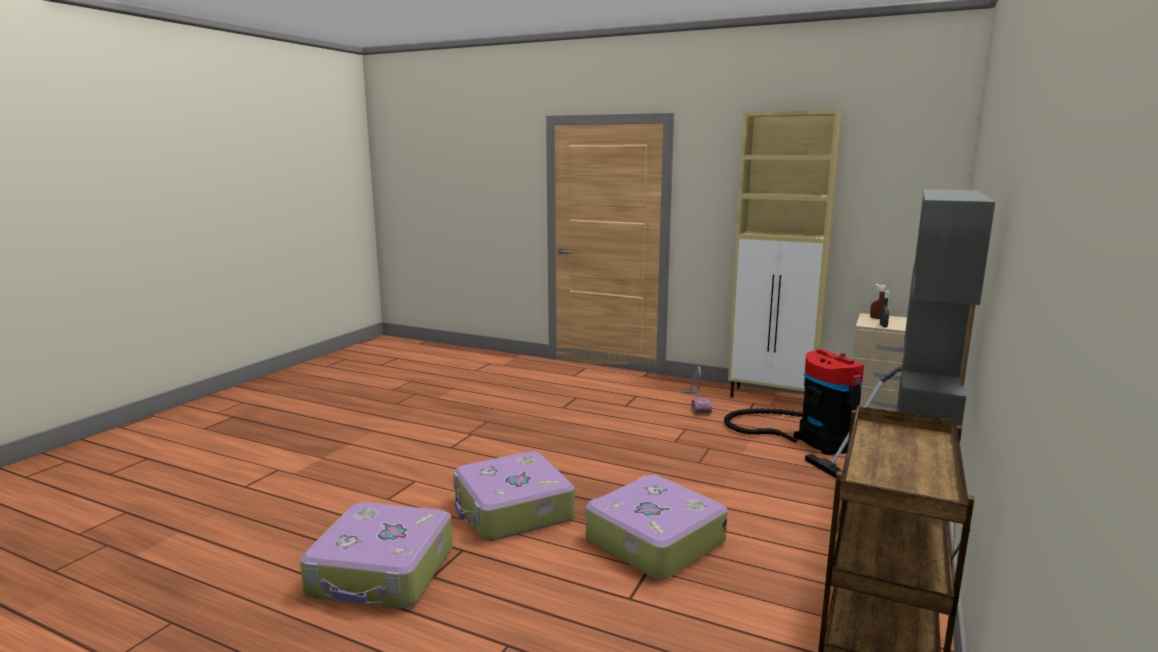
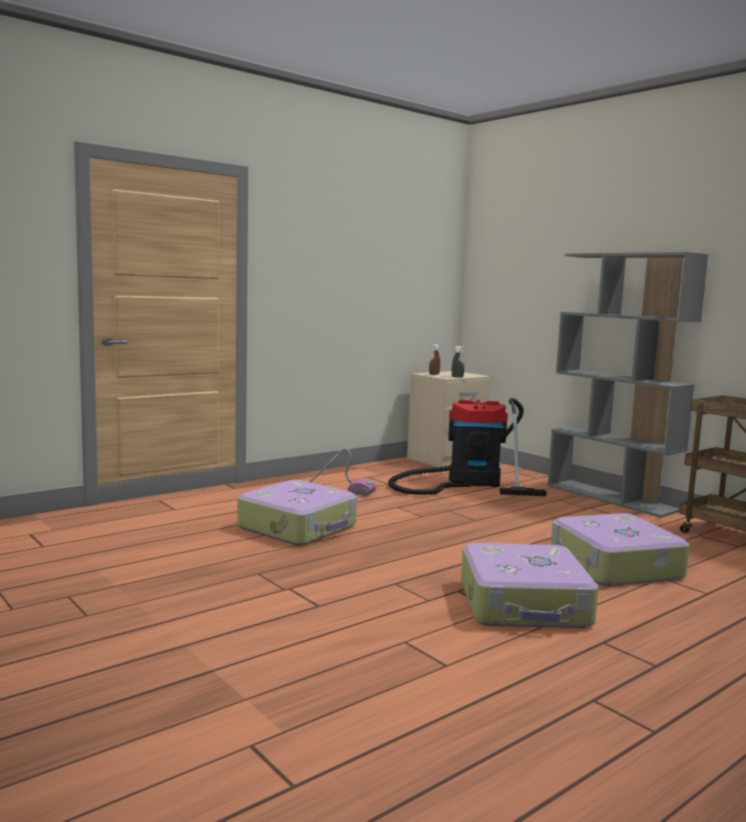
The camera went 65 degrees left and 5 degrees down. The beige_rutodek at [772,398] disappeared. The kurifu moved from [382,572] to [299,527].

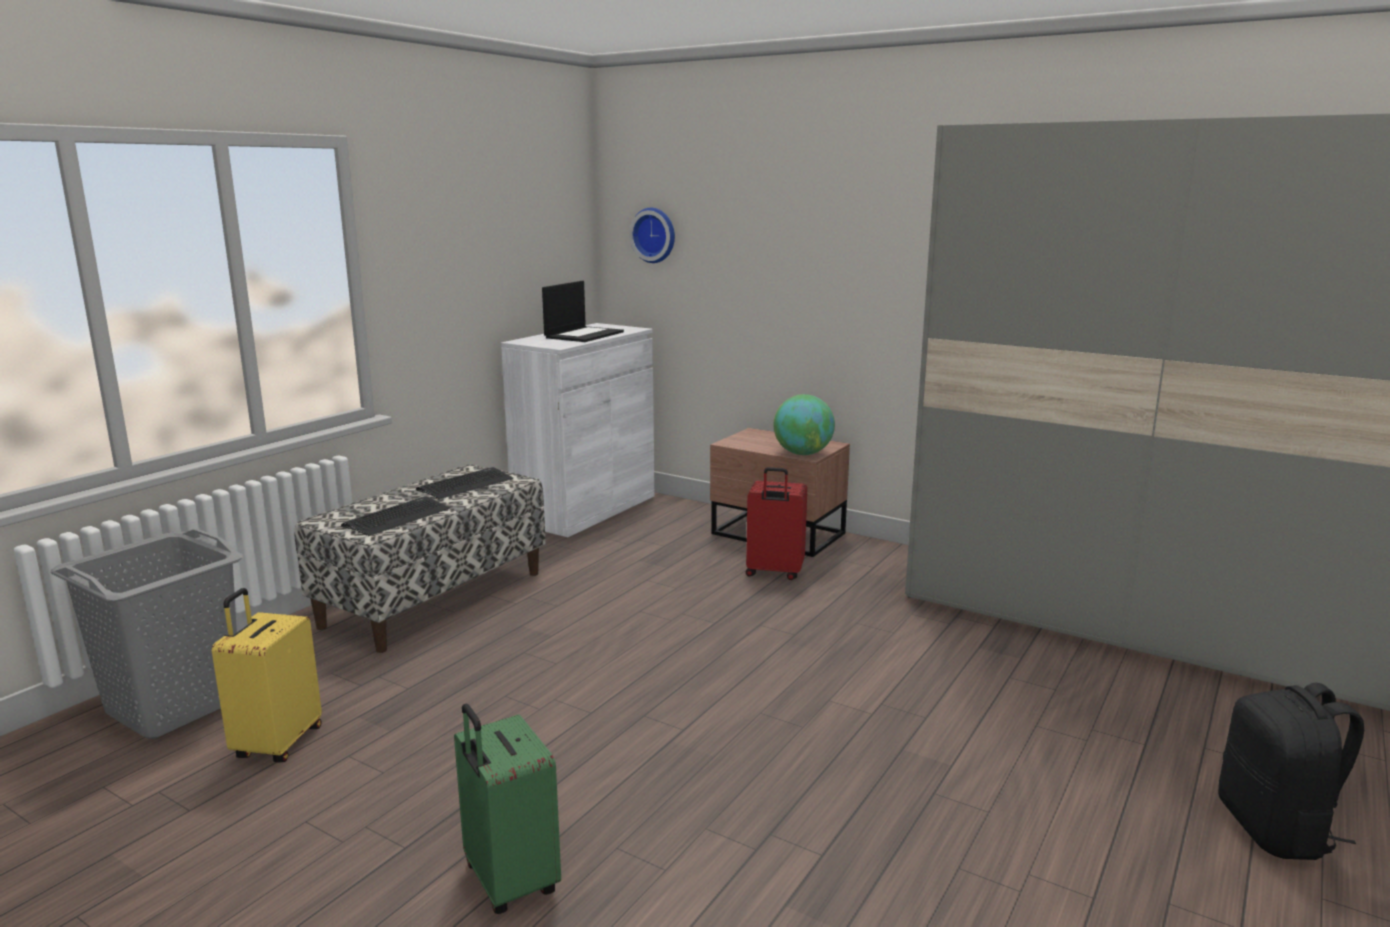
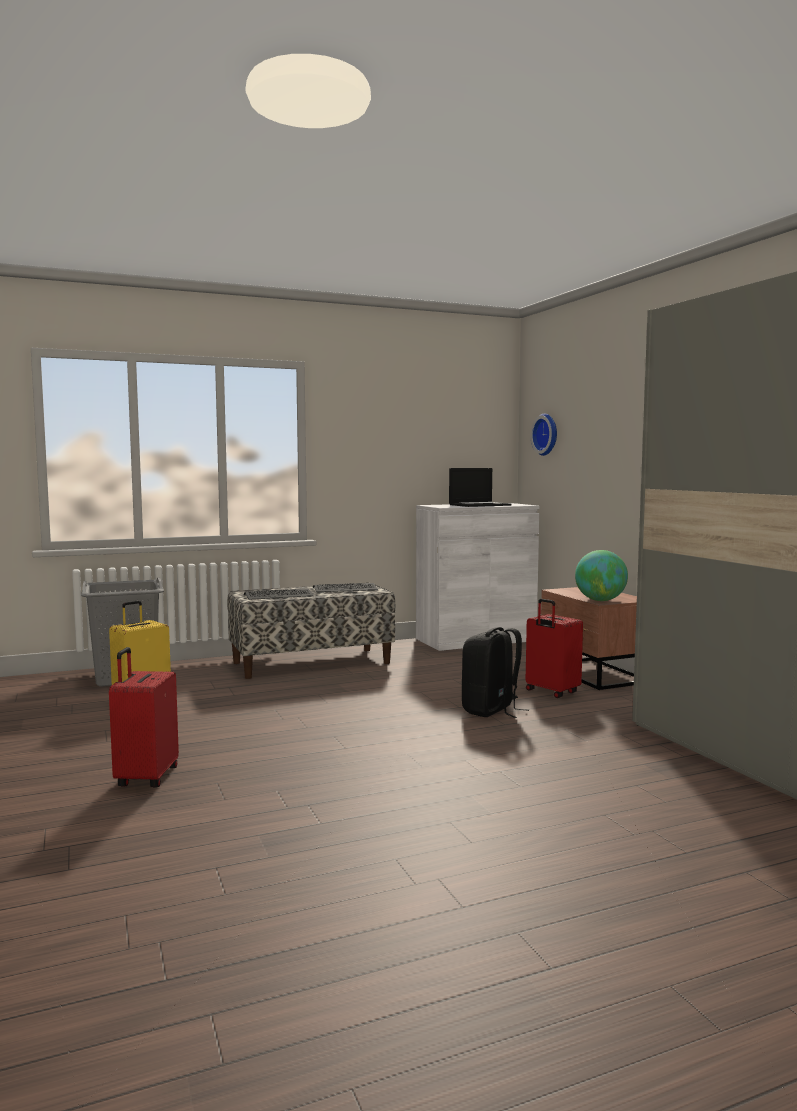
The camera went 35 degrees right and 10 degrees down. The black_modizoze moved from [1276,830] to [491,710]. The green_kurifu at [508,881] became the red_kurifu at [145,777].

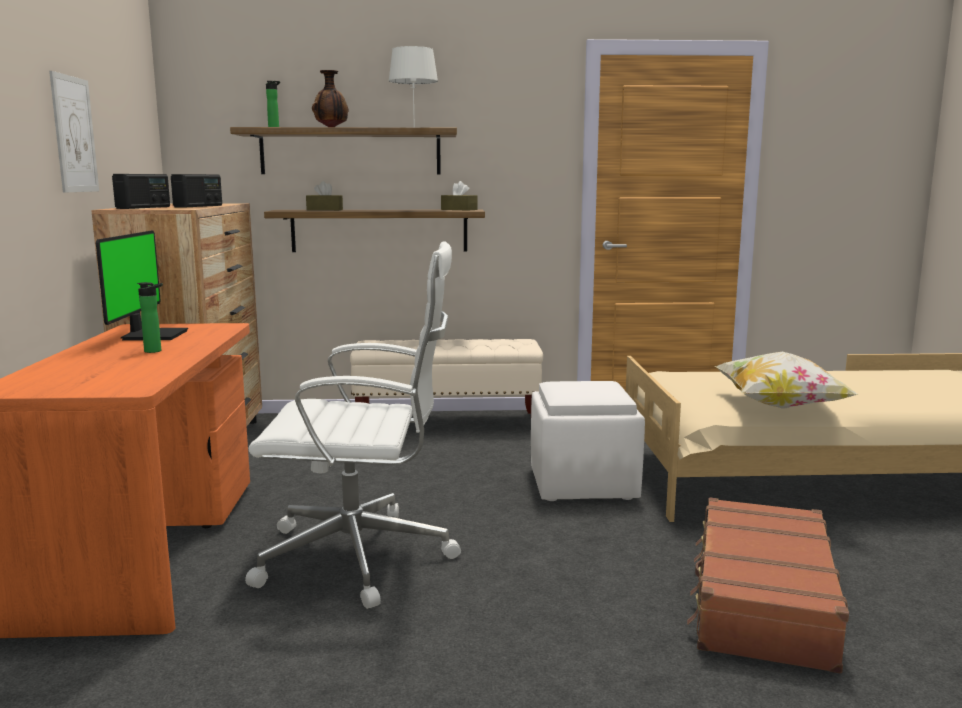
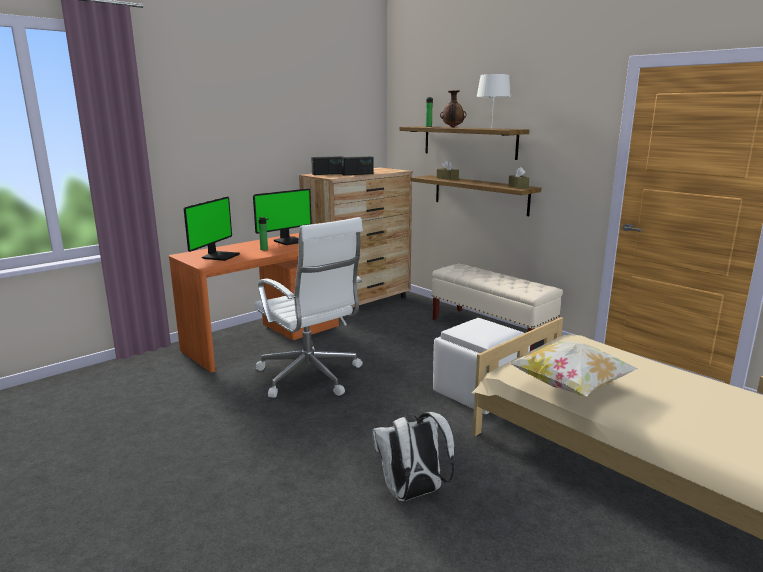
The camera went 50 degrees right and 5 degrees up. The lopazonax at [74,134] disappeared. The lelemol at [219,256] appeared. The brown_kurifu at [761,600] was replaced by the white_modizoze at [412,494].

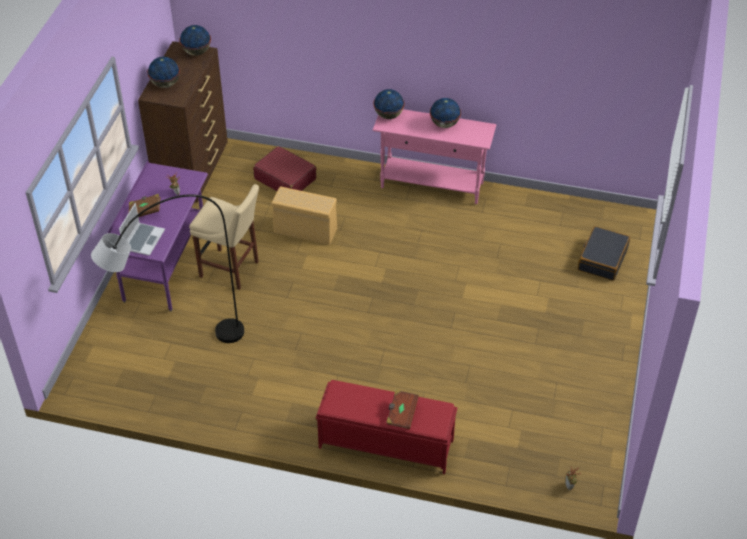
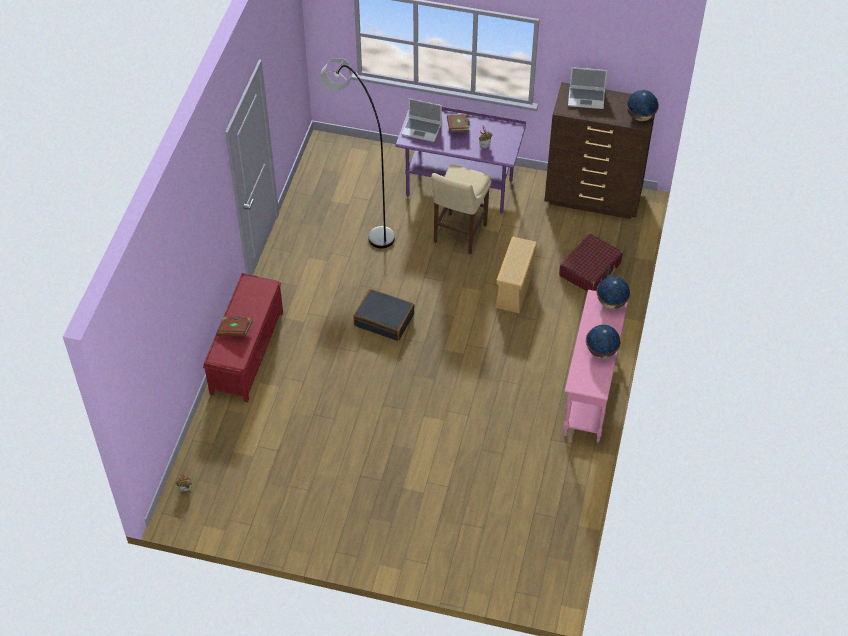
The camera went 90 degrees right and 5 degrees up. The black_kurifu moved from [602,259] to [384,320]. The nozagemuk at [165,84] was replaced by the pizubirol at [586,98].

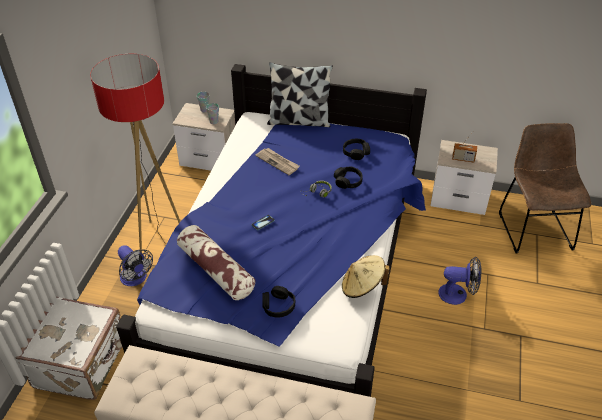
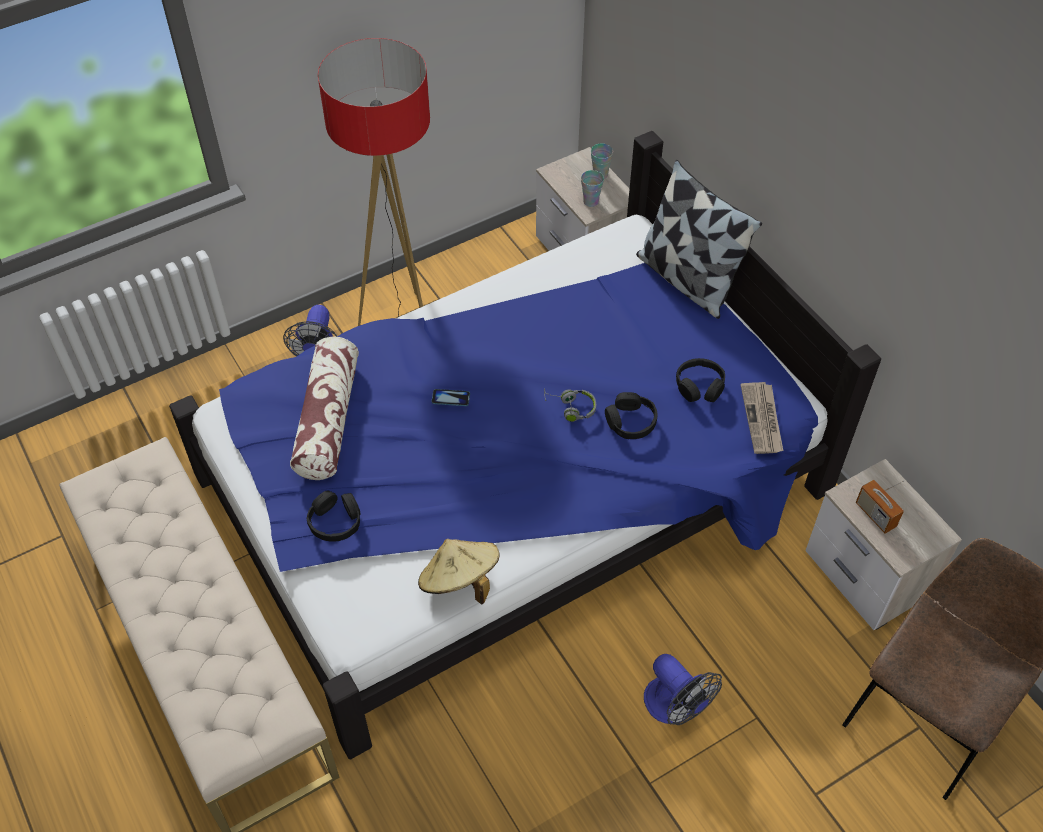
The camera went 45 degrees right and 10 degrees up. The white_kurifu at [82,363] disappeared. The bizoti moved from [278,162] to [762,420].

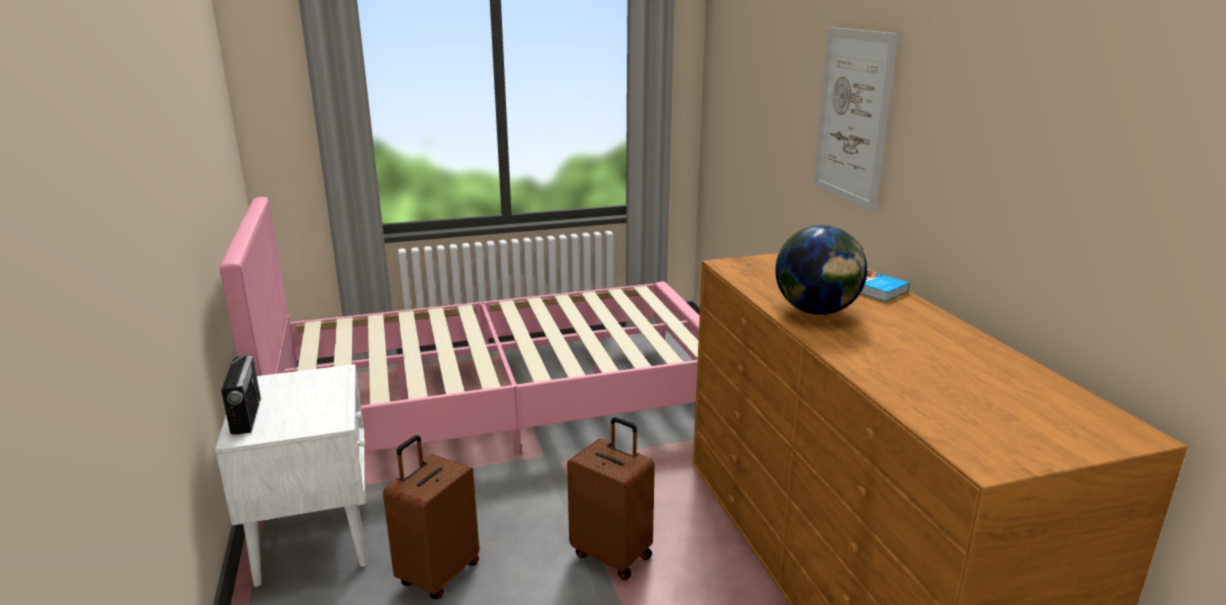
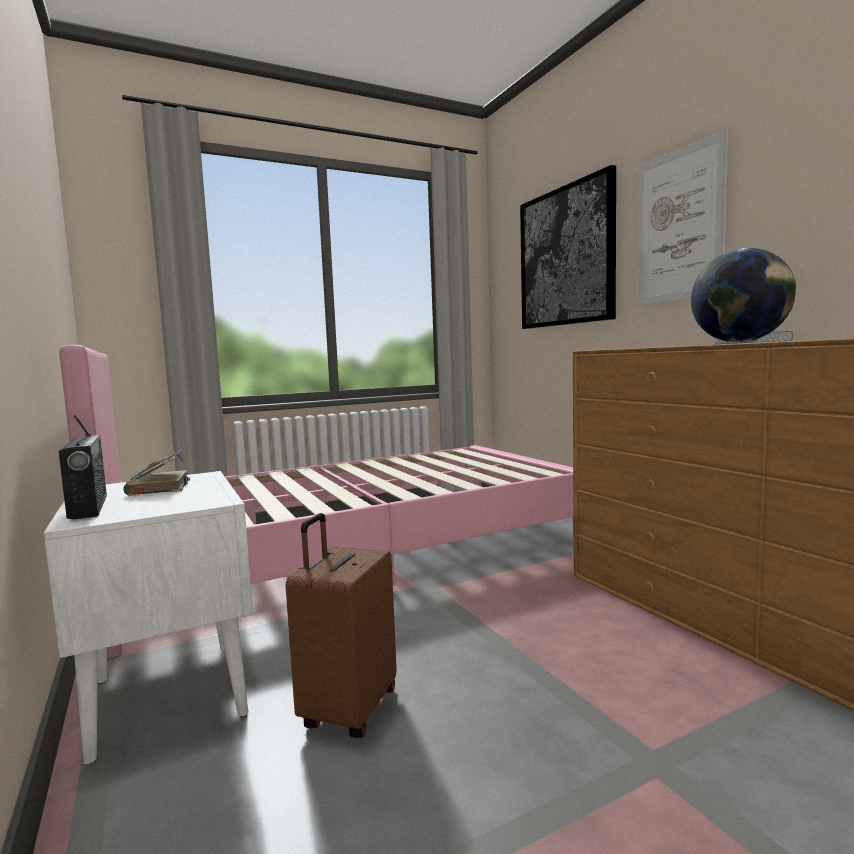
The camera went 10 degrees left and 15 degrees down. The brown_kurifu at [613,554] disappeared. The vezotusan at [159,487] appeared. The lopazonax at [566,257] appeared.

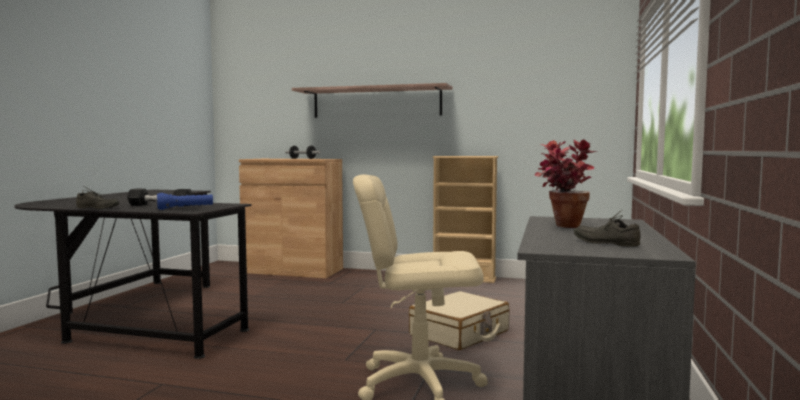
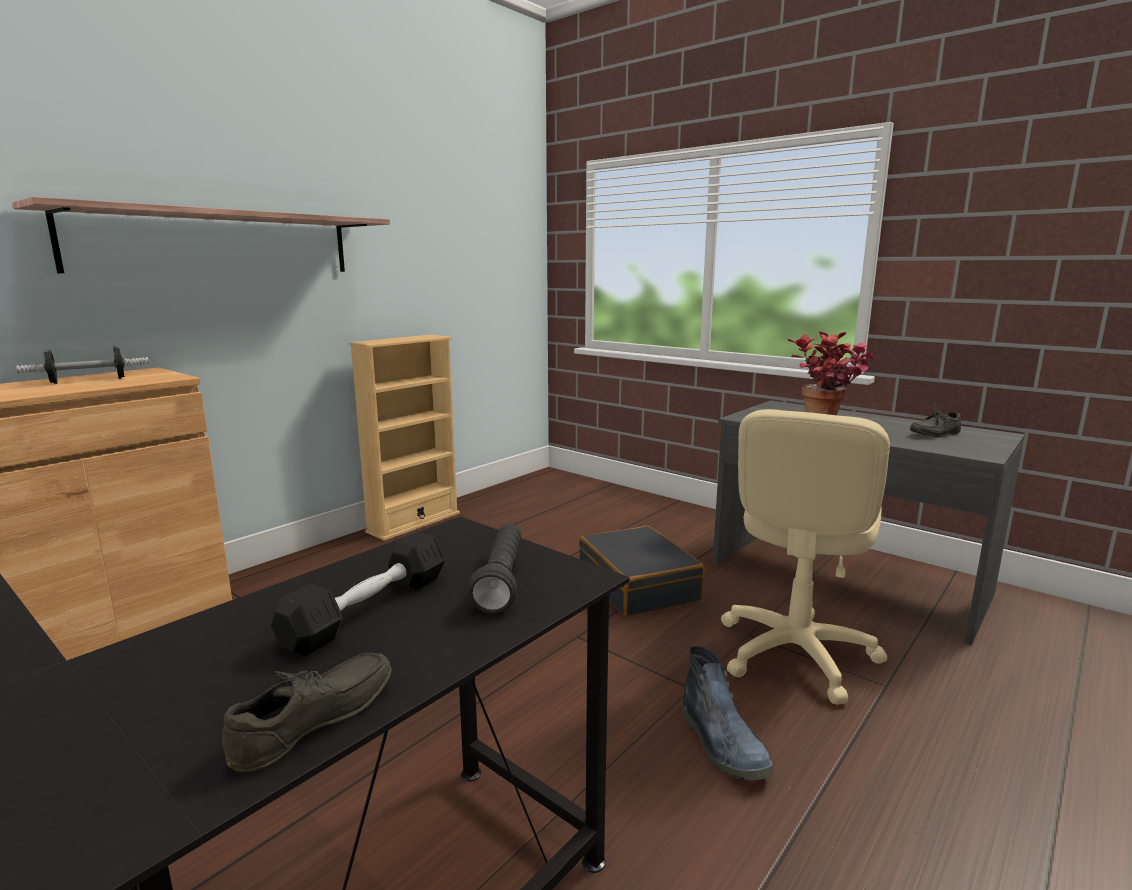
The camera went 65 degrees left and 10 degrees up. The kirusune at [724,746] appeared. The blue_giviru at [185,208] became the black_giviru at [501,581]. The beige_kurifu at [460,333] became the black_kurifu at [638,585].

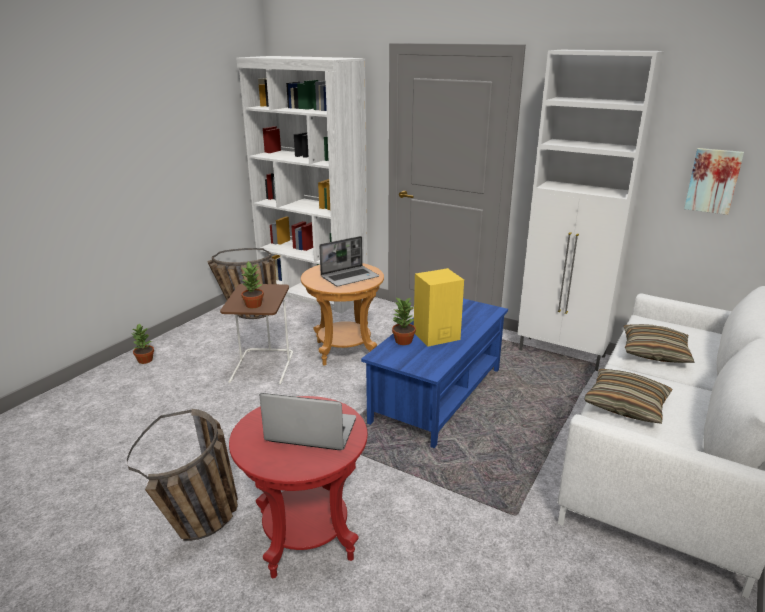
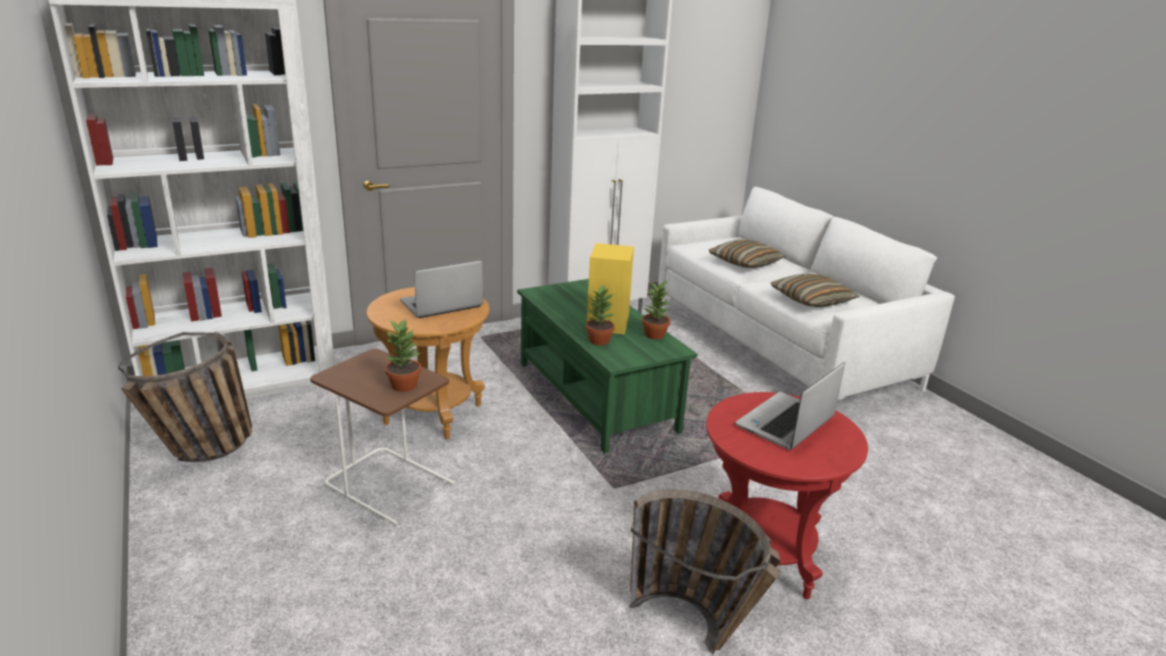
The camera went 60 degrees left and 0 degrees up. The lopazonax at [713,180] disappeared. The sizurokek moved from [145,360] to [655,335]. The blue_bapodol at [438,395] became the green_bapodol at [596,397]. The pizubirol at [350,277] turned 120 degrees counterclockwise.

